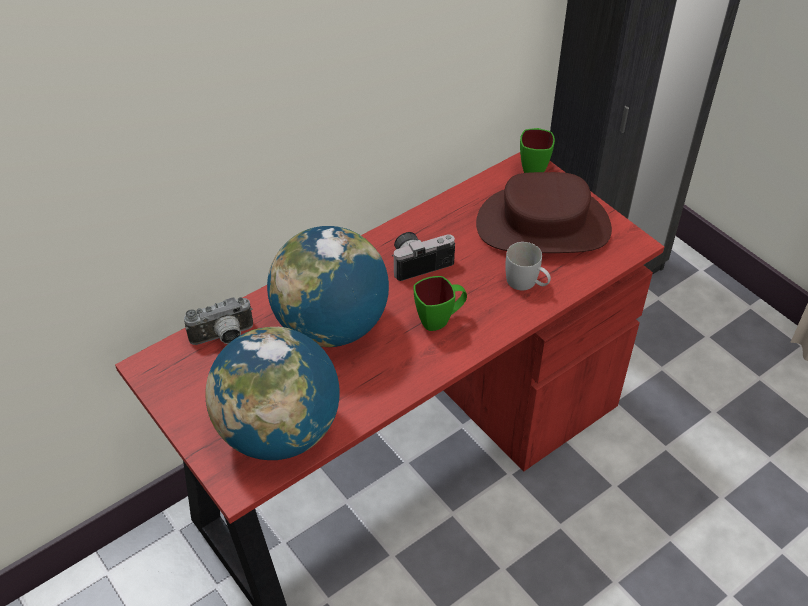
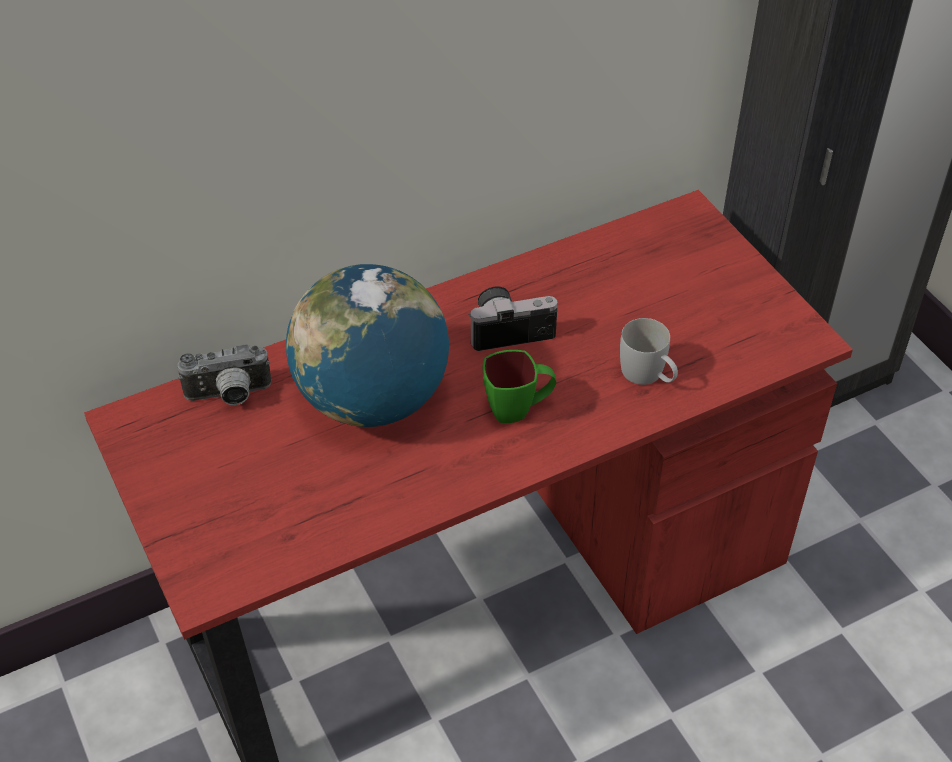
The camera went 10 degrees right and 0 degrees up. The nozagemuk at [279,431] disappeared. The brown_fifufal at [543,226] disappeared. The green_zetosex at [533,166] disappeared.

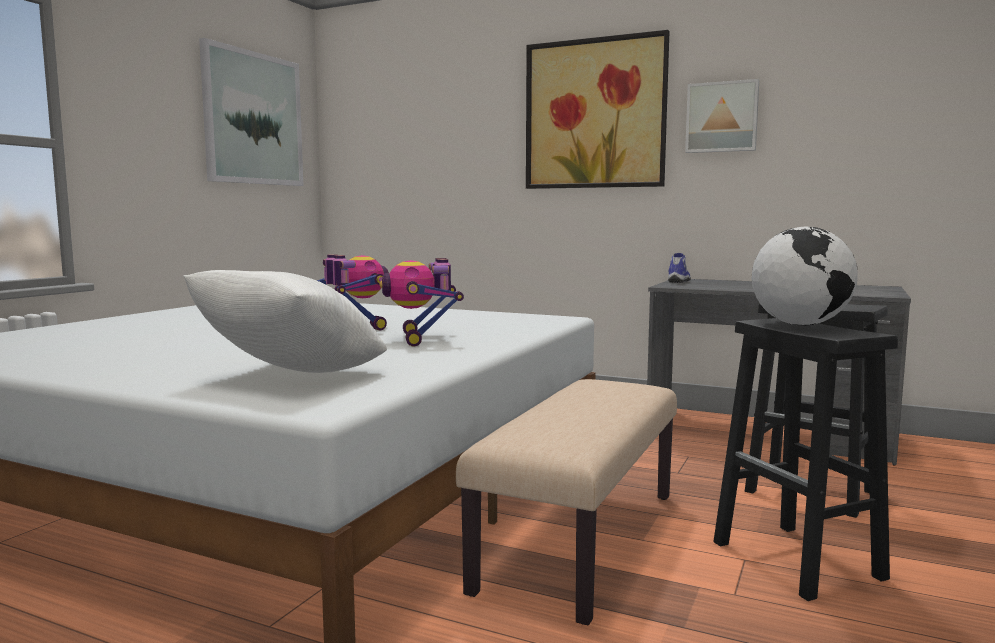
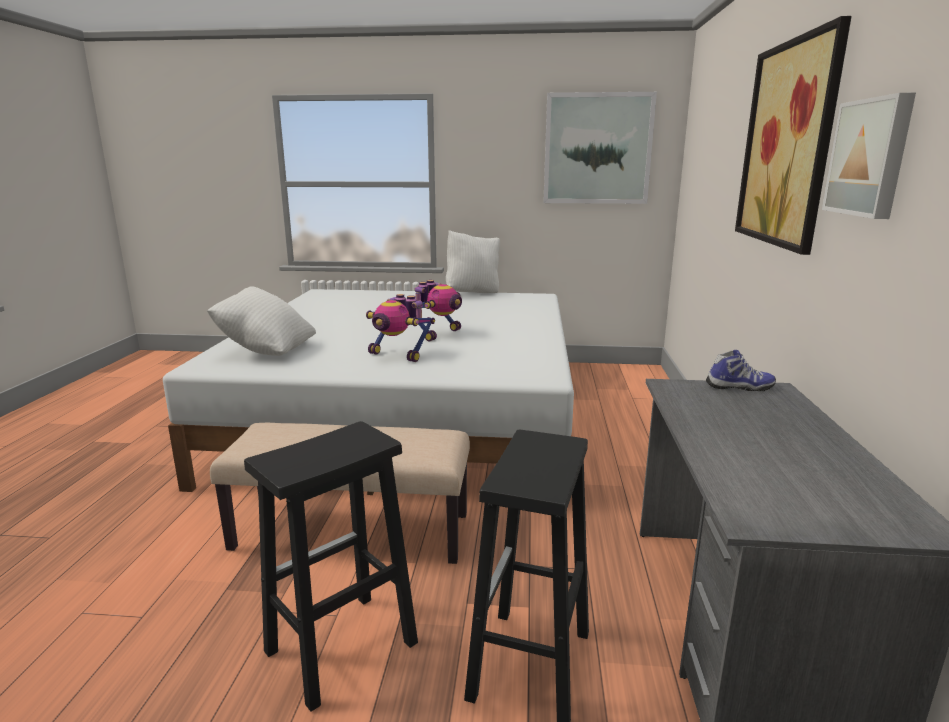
The camera went 70 degrees right and 10 degrees up. The nozagemuk at [800,325] disappeared. The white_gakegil at [473,293] appeared. The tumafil at [423,339] turned 120 degrees counterclockwise.

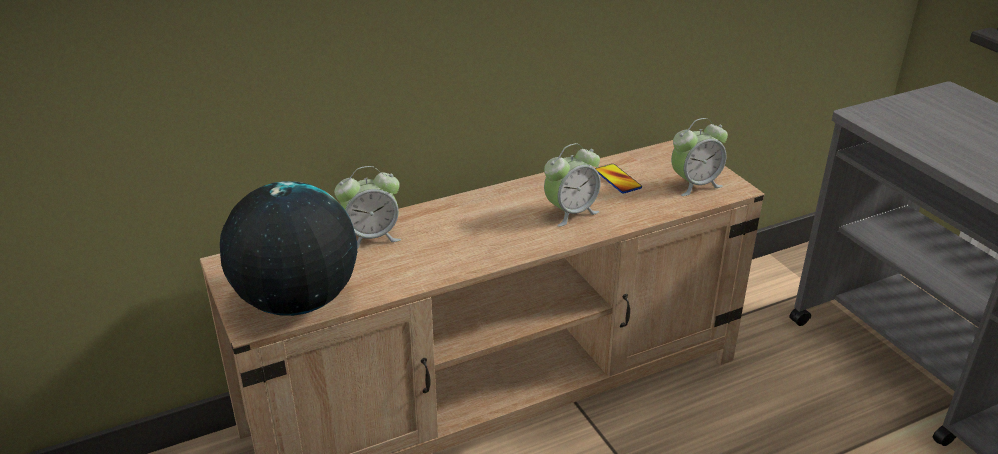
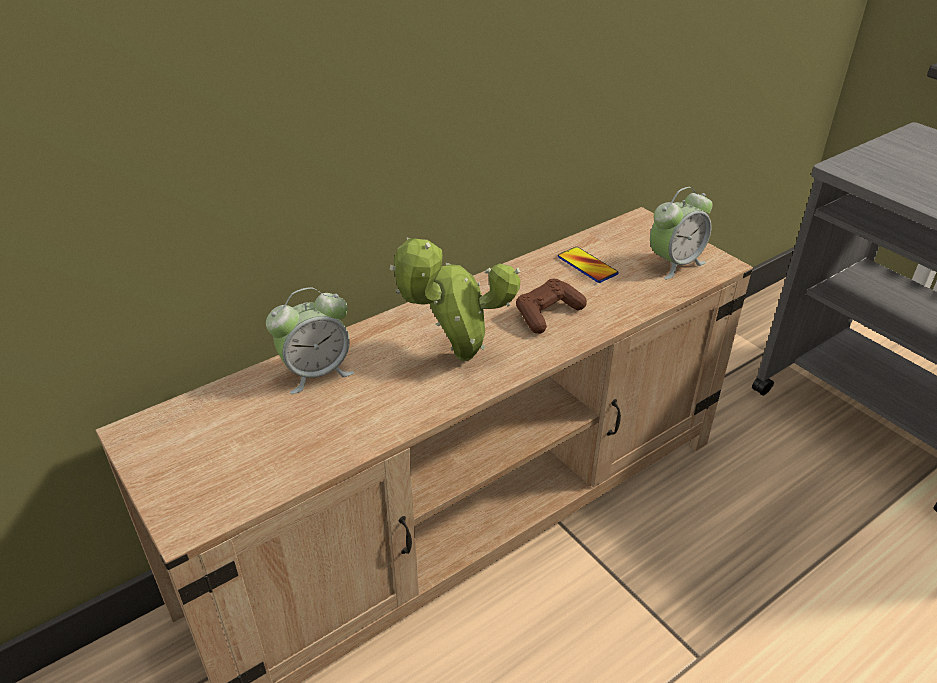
The camera went 10 degrees left and 5 degrees up. The nozagemuk at [296,301] disappeared. The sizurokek at [457,357] appeared. The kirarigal at [570,212] was replaced by the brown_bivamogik at [547,313].

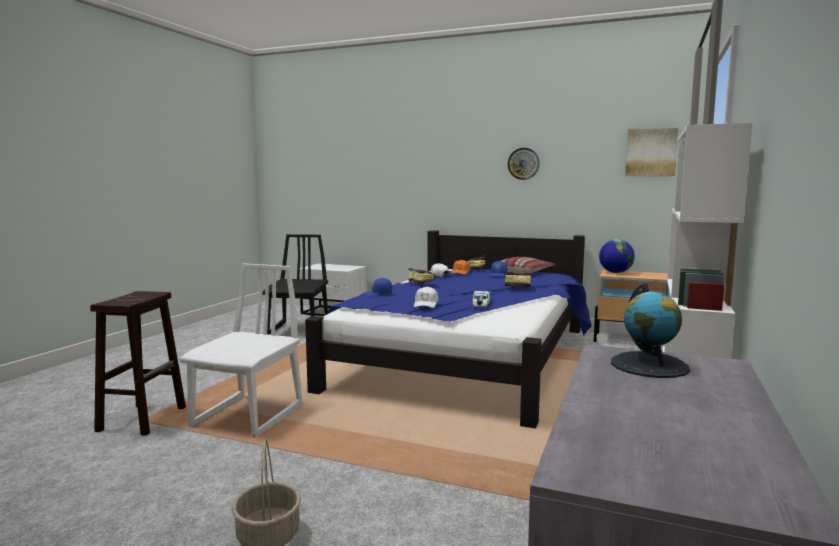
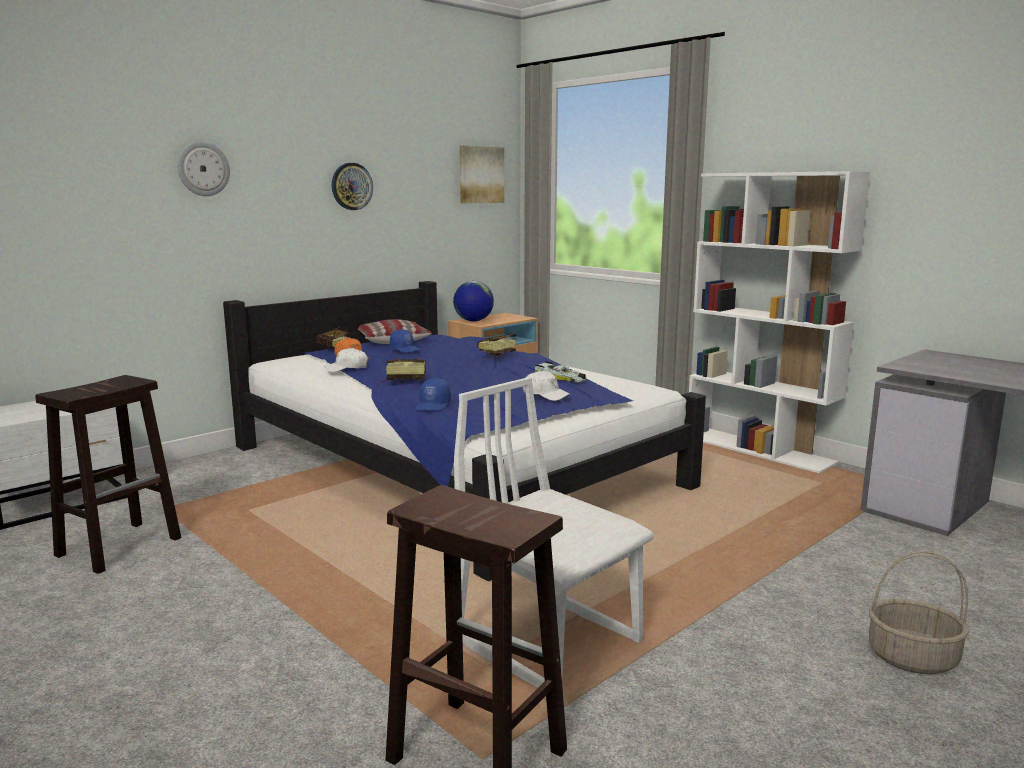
The camera went 65 degrees left and 5 degrees up. The nozagemuk at [649,365] disappeared. The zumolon at [203,169] appeared. The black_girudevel at [299,330] was replaced by the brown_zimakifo at [120,546].

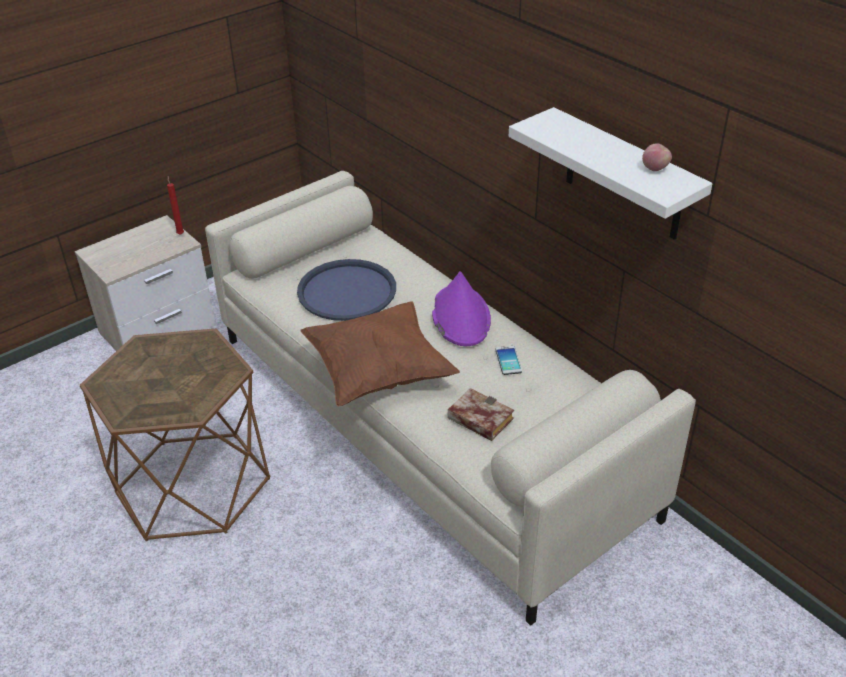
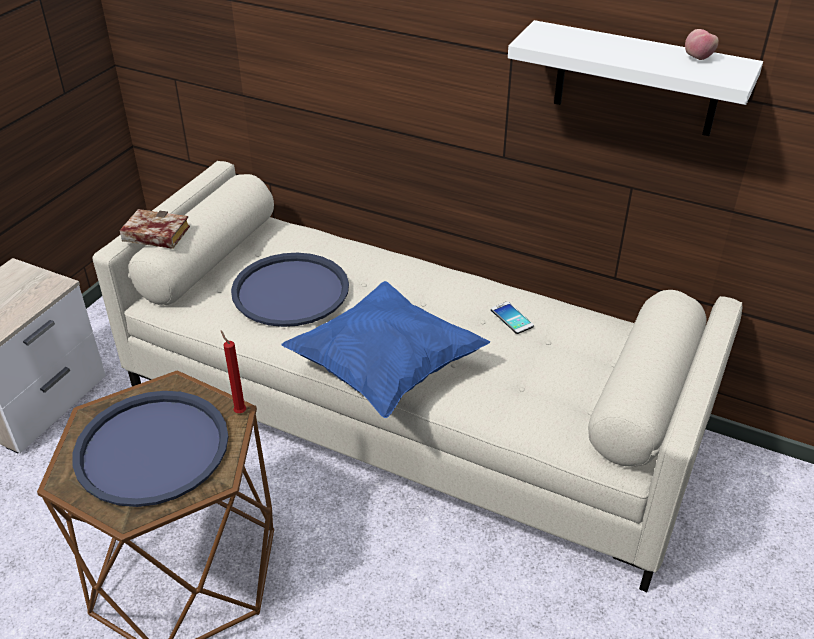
The camera went 25 degrees left and 0 degrees up. The purple_fifufal at [460,316] disappeared. The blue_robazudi at [152,449] appeared. The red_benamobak moved from [180,234] to [239,411]. The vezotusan moved from [477,419] to [153,235]. The brown_gakegil at [378,373] became the blue_gakegil at [385,369].

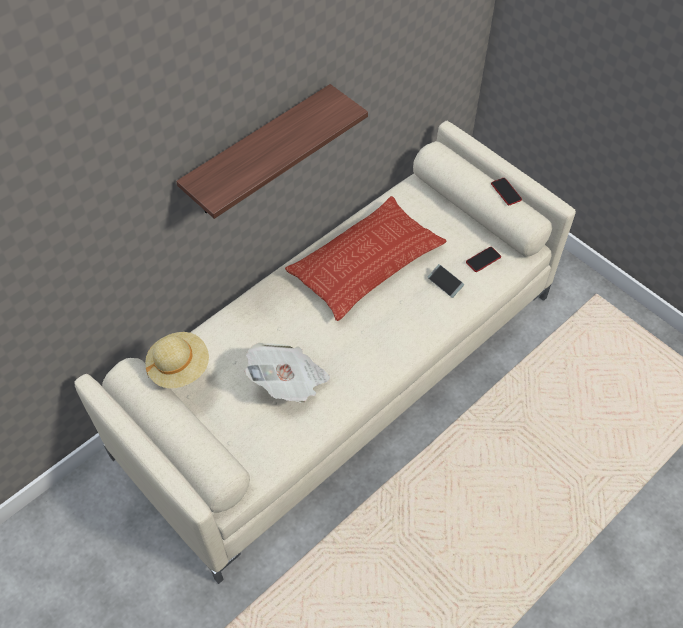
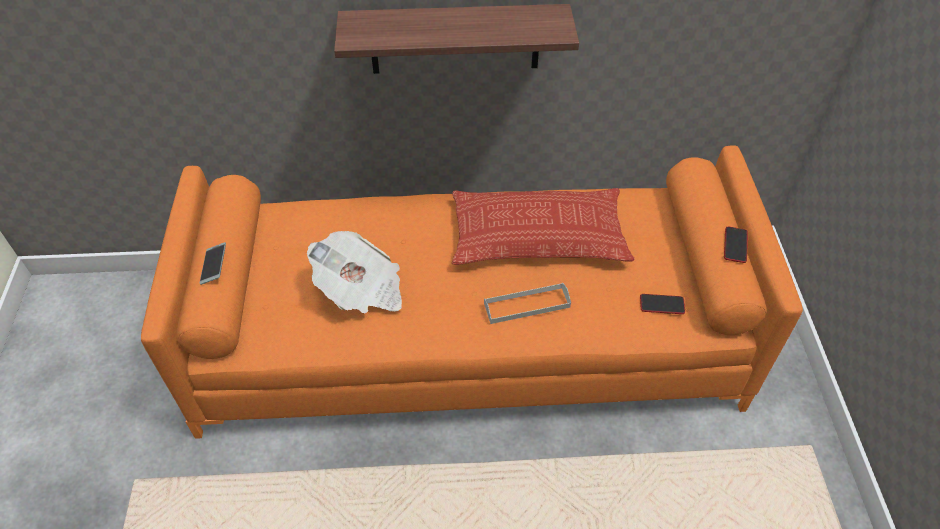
The camera went 40 degrees right and 5 degrees down. The beige_fifufal at [179,367] disappeared. The grey_robazudi at [527,305] appeared. The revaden moved from [445,283] to [214,266]. The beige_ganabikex at [342,370] became the orange_ganabikex at [471,338].

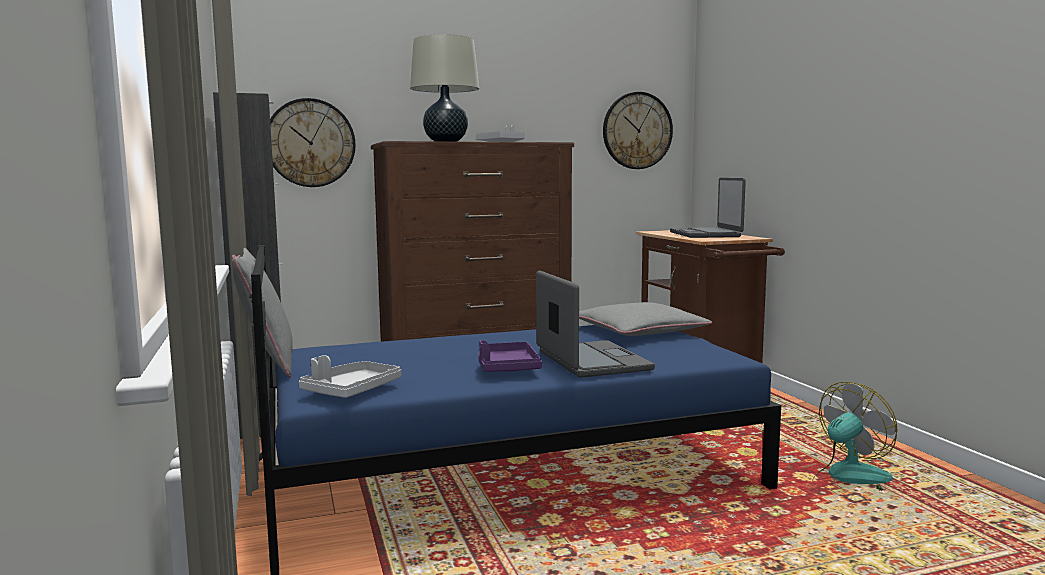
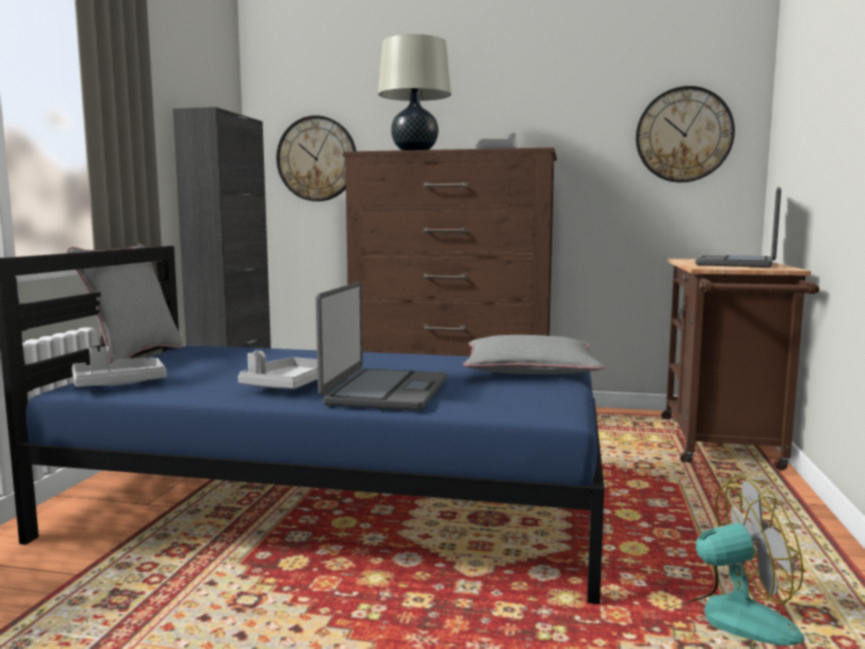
The camera went 30 degrees right and 0 degrees up. The purple_robazudi at [507,368] became the grey_robazudi at [288,385].

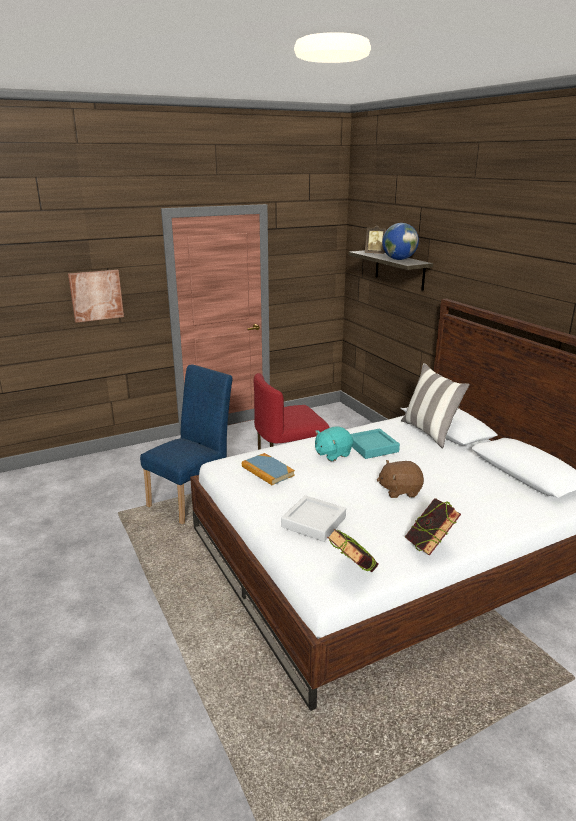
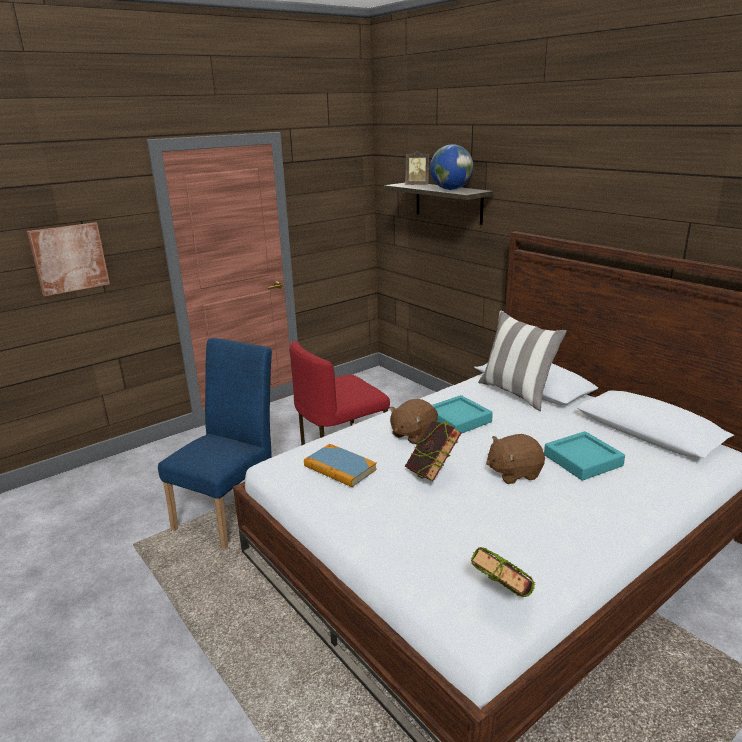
The camera went 10 degrees left and 0 degrees up. The grey_robazudi at [313,522] disappeared. The turquoise_robazudi at [582,460] appeared. The vezotusan moved from [429,546] to [432,473]. The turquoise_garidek at [332,454] became the brown_garidek at [413,434].

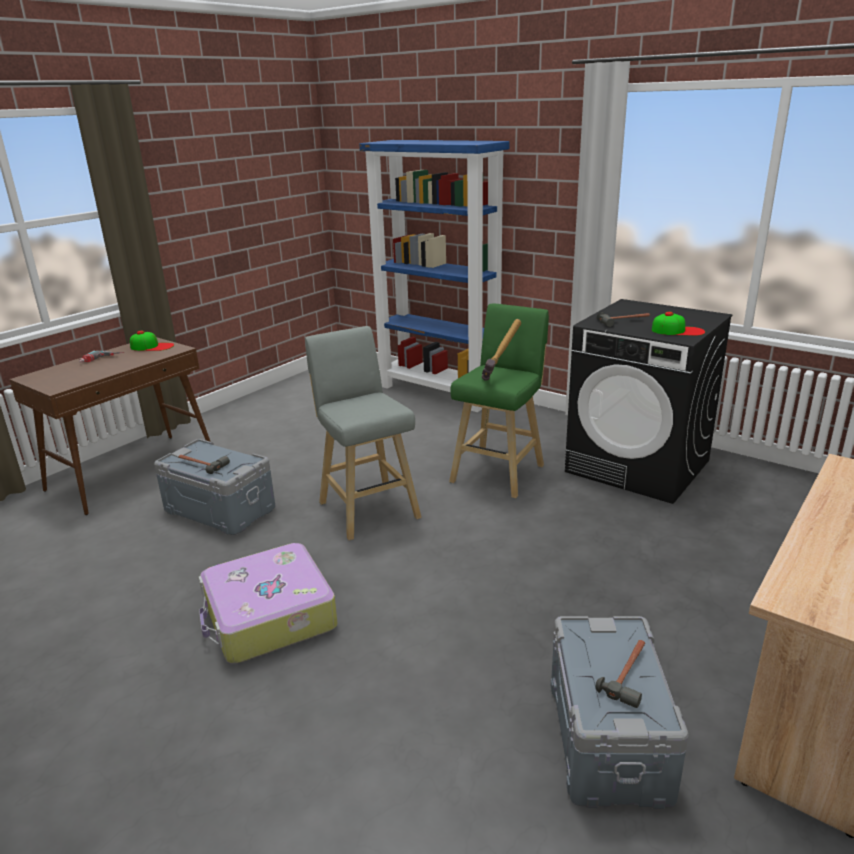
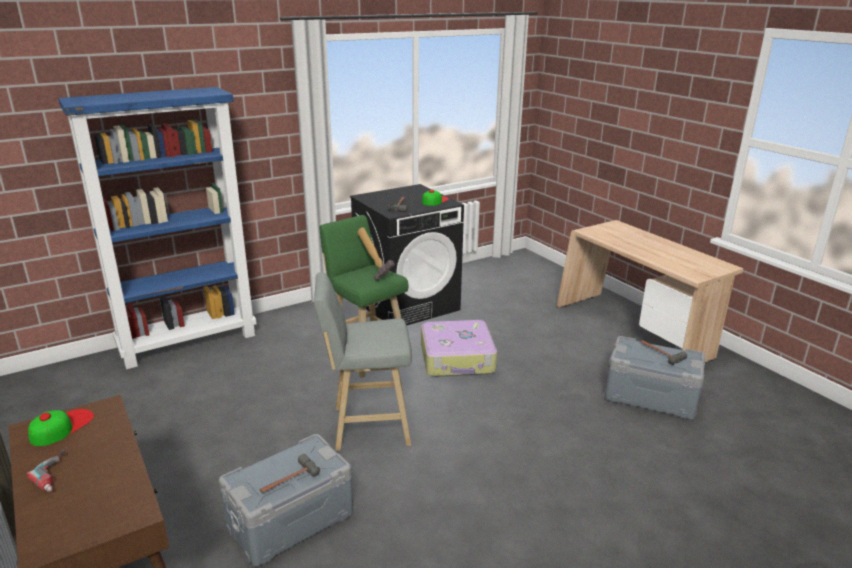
The camera went 70 degrees left and 0 degrees up. The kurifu moved from [268,617] to [457,359].

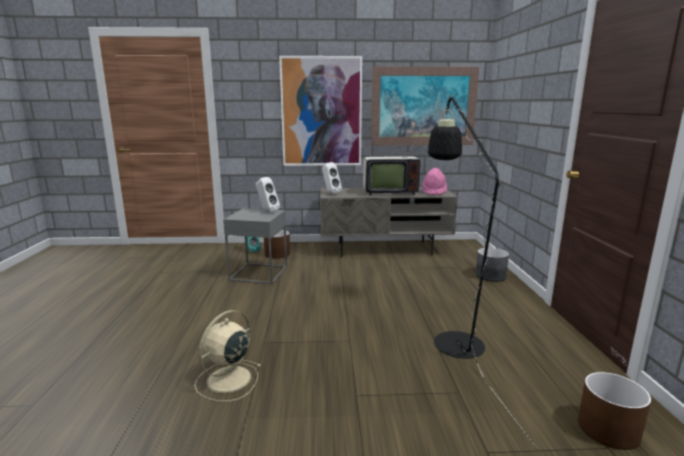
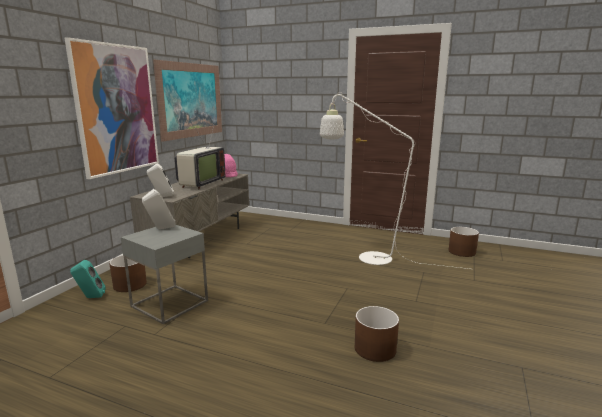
The camera went 65 degrees left and 0 degrees up. The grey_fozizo at [490,276] disappeared. The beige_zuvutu at [227,380] was replaced by the brown_fozizo at [375,349]. The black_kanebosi at [453,337] became the white_kanebosi at [366,257].

